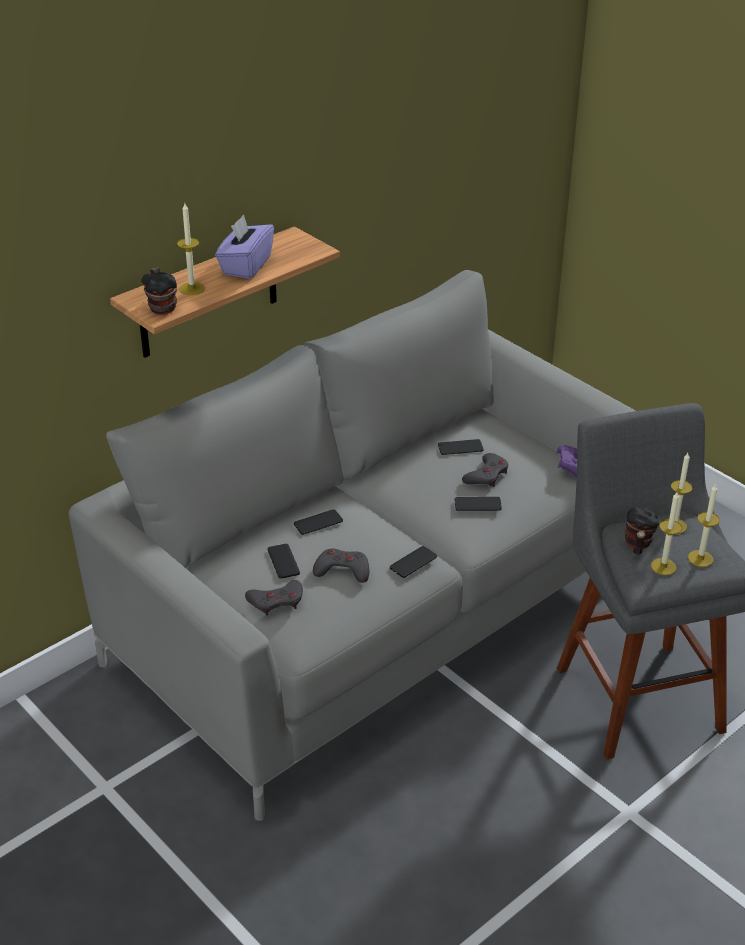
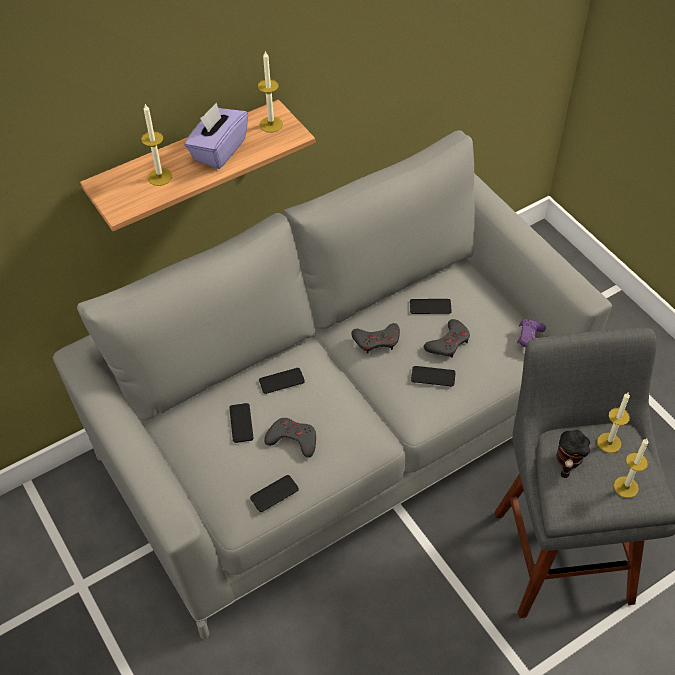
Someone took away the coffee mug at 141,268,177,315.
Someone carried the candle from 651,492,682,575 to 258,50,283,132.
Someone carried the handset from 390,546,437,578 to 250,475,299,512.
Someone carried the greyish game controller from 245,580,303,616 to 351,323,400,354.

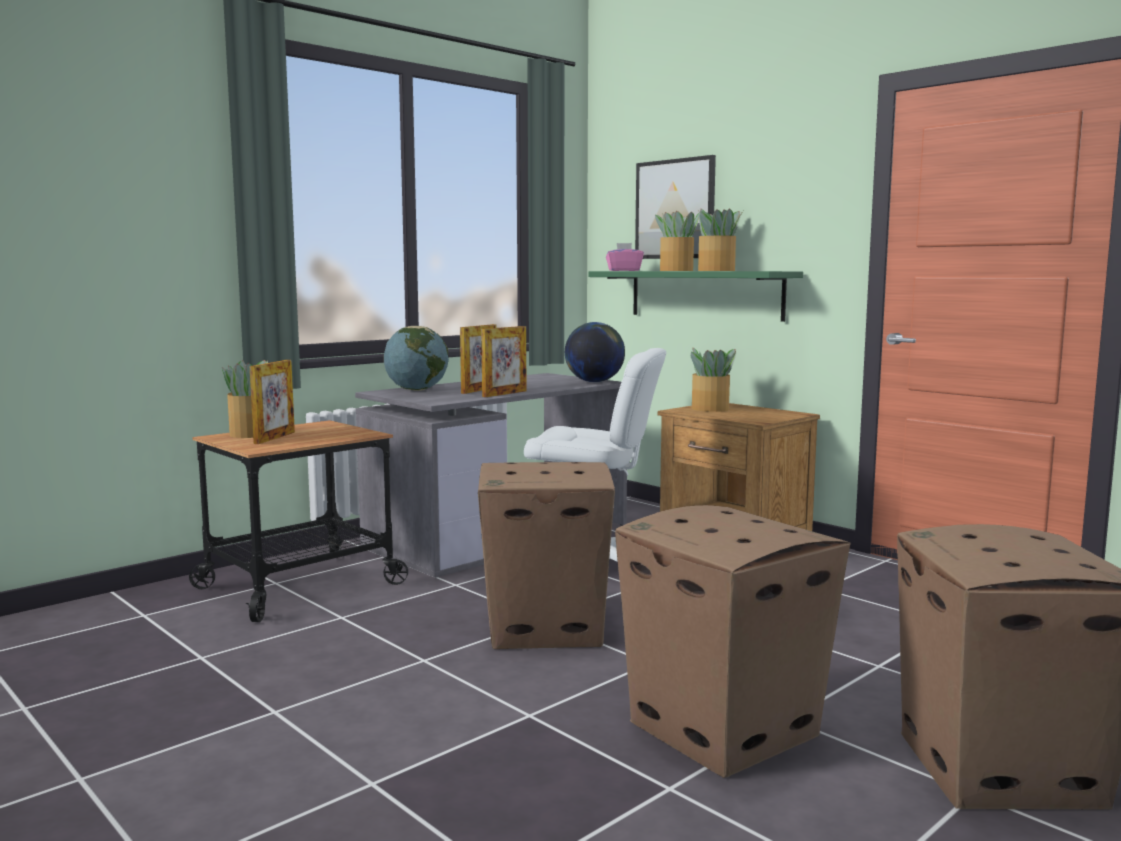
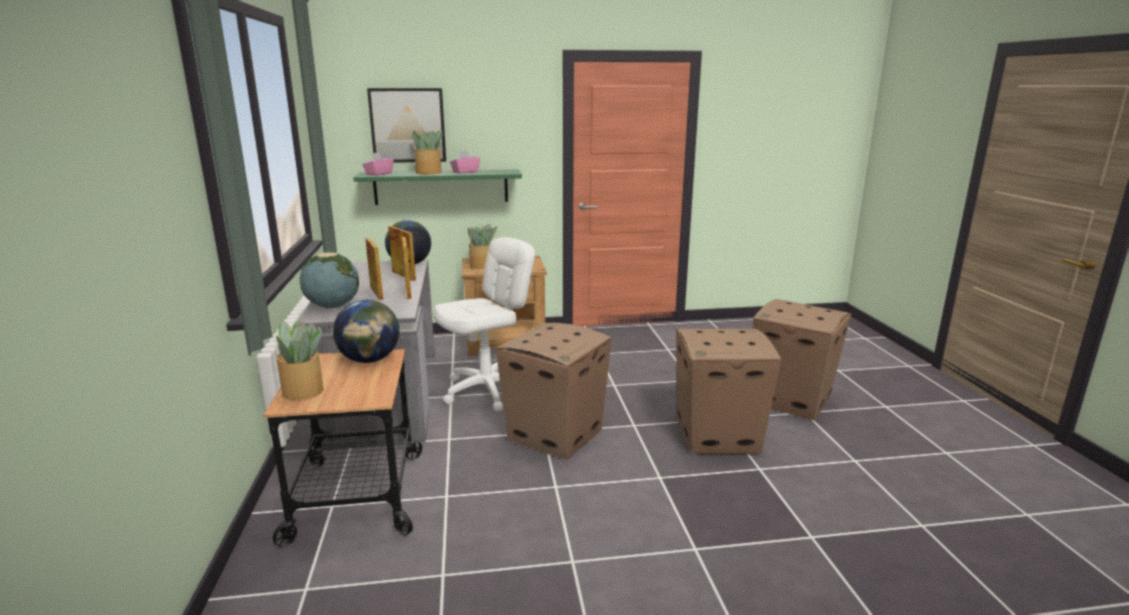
Someone swapped the houseplant at 698,208,743,271 for the pink box of tissues at 450,151,480,174.
Someone carried the picture frame from 249,360,295,444 to 388,226,416,281.
Someone put down the globe at 333,300,399,363.

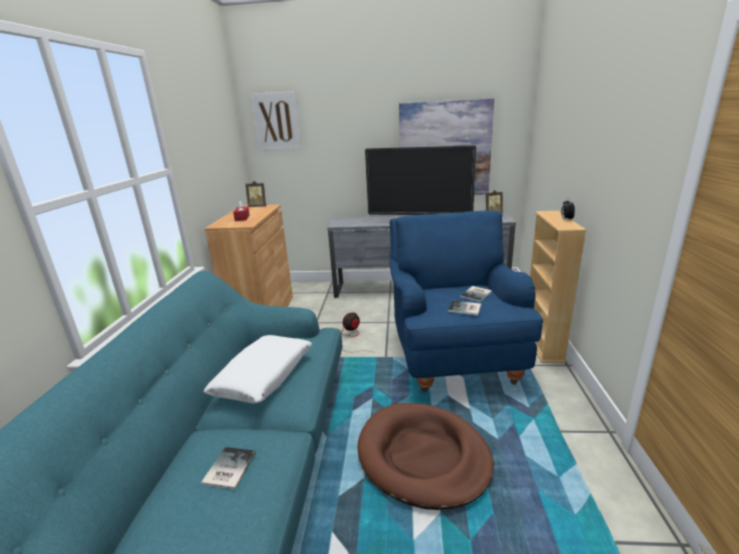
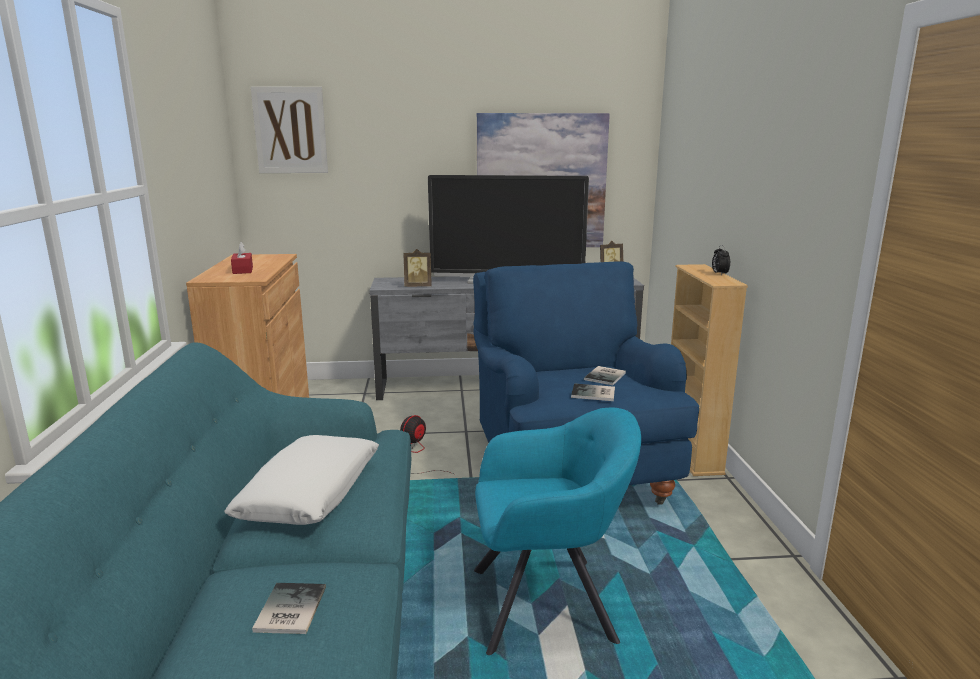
Someone carried the picture frame from 246,181,267,207 to 404,249,432,287.
Someone swapped the brown-coloured dog cushion at 357,403,494,510 for the turquoise easy chair at 474,408,641,655.

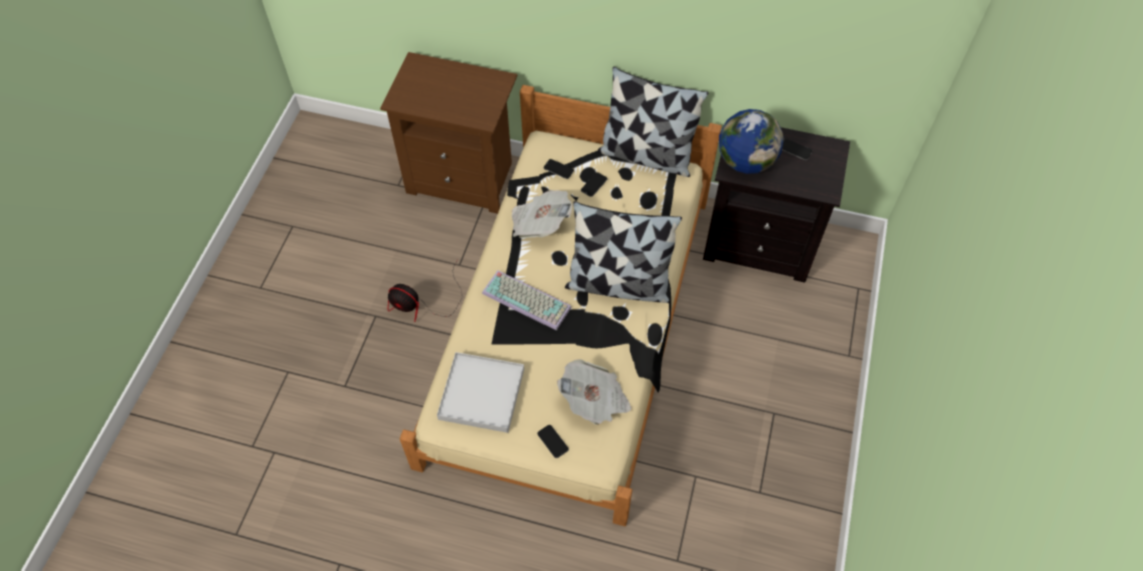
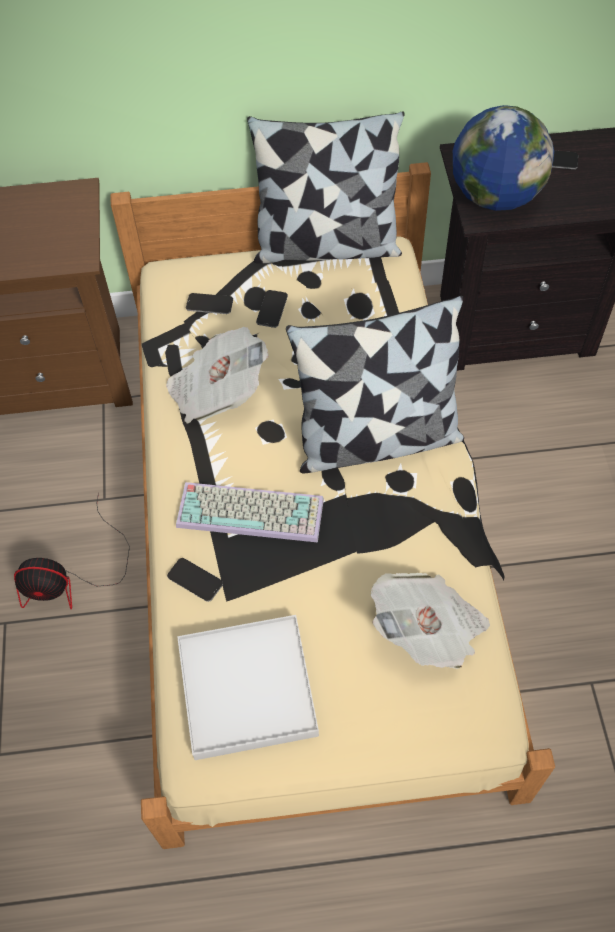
Someone carried the handset from 537,425,569,458 to 167,558,223,602.

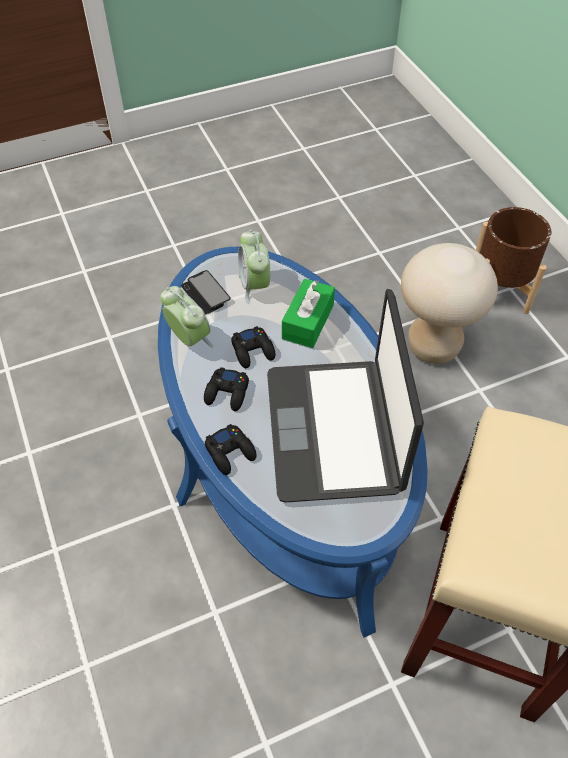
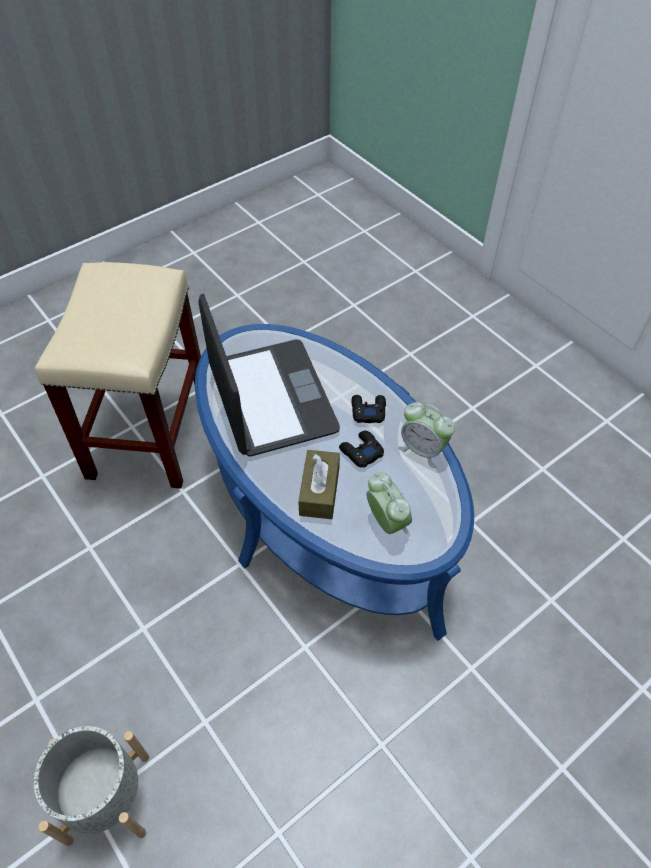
Someone repainted the brown-coloured flower pot at 476,207,551,314, which became the greyish flower pot at 34,726,149,846.
Someone took away the beige-coloured stool seat at 401,243,498,364.
Someone took away the handset at 181,270,231,314.
Someone repainted the greenish box of tissues at 282,279,335,348, which became the brown-coloured box of tissues at 298,450,340,519.
Someone took away the black-coloured game controller at 205,424,257,475.

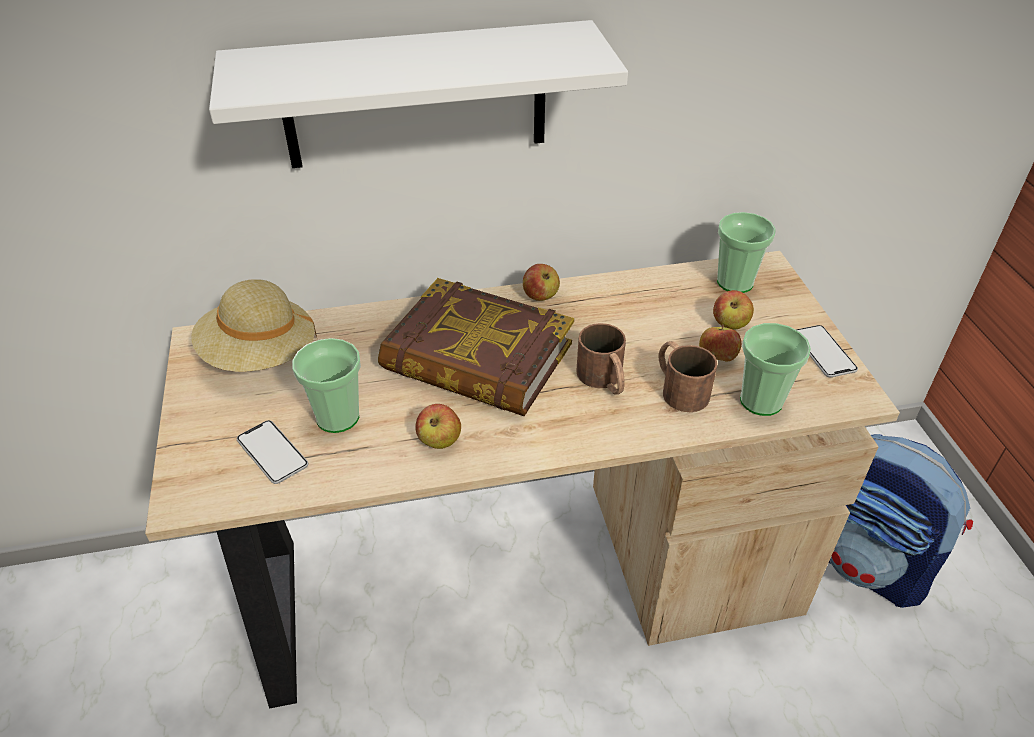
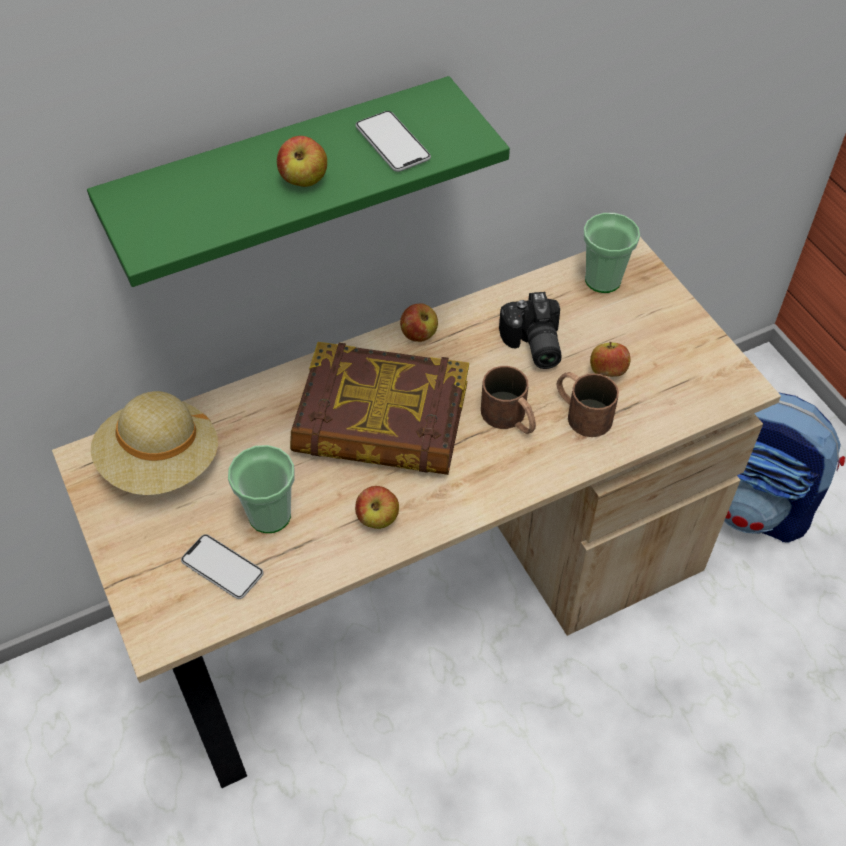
Someone repainted the white-coloured wall shelf at 209,20,628,168, which became the greenish wall shelf at 87,76,510,287.
Someone carried the whole apple from 713,290,754,329 to 277,136,327,187.
Someone took away the cup at 740,323,811,416.
Someone carried the handset from 796,325,858,377 to 355,111,431,172.
Someone put down the still camera at 499,292,562,369.

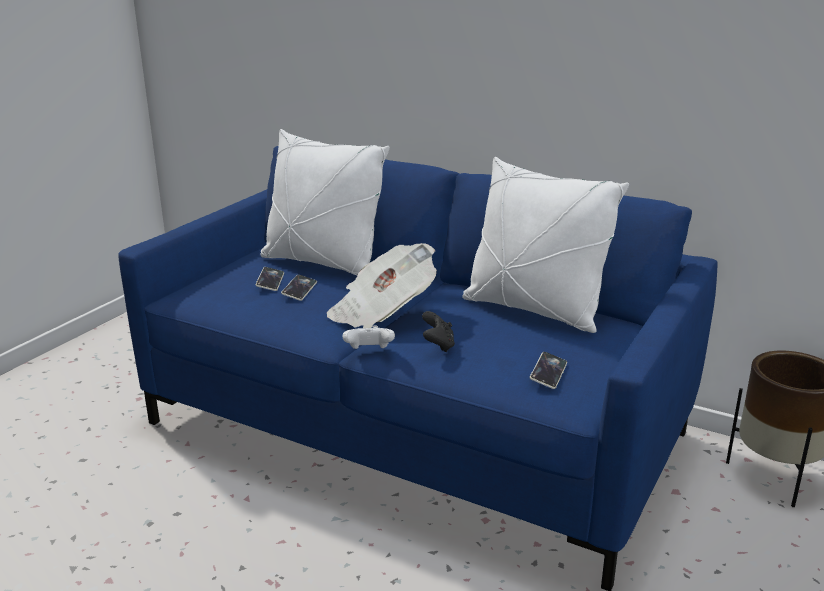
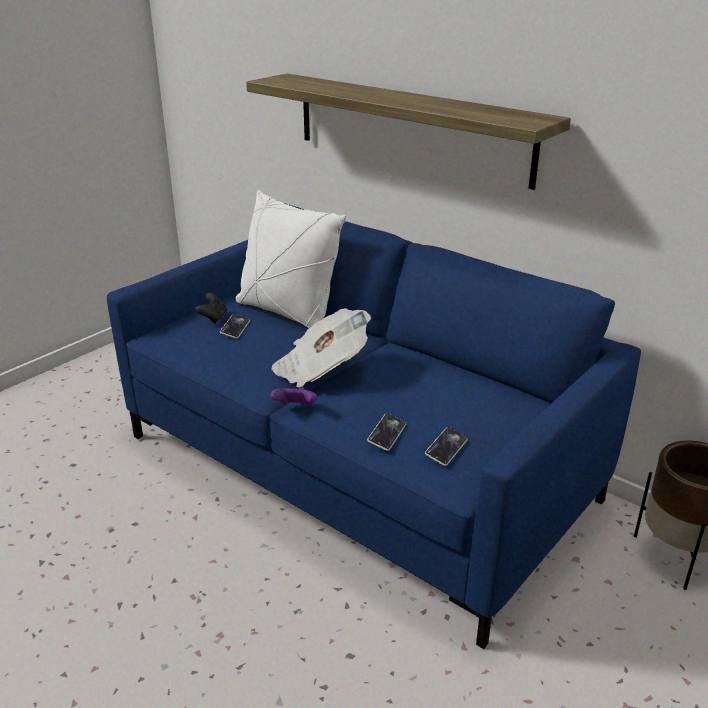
Someone took away the white-coloured cushion at 462,157,629,333.
Someone carried the handset from 281,274,317,301 to 367,413,406,451.
Someone carried the black-coloured game controller from 422,311,455,352 to 195,293,227,323.
Someone repainted the white-coloured game controller at 343,325,395,349, which became the purple-coloured game controller at 270,386,317,407.
Someone put up the wall shelf at 246,74,571,190.

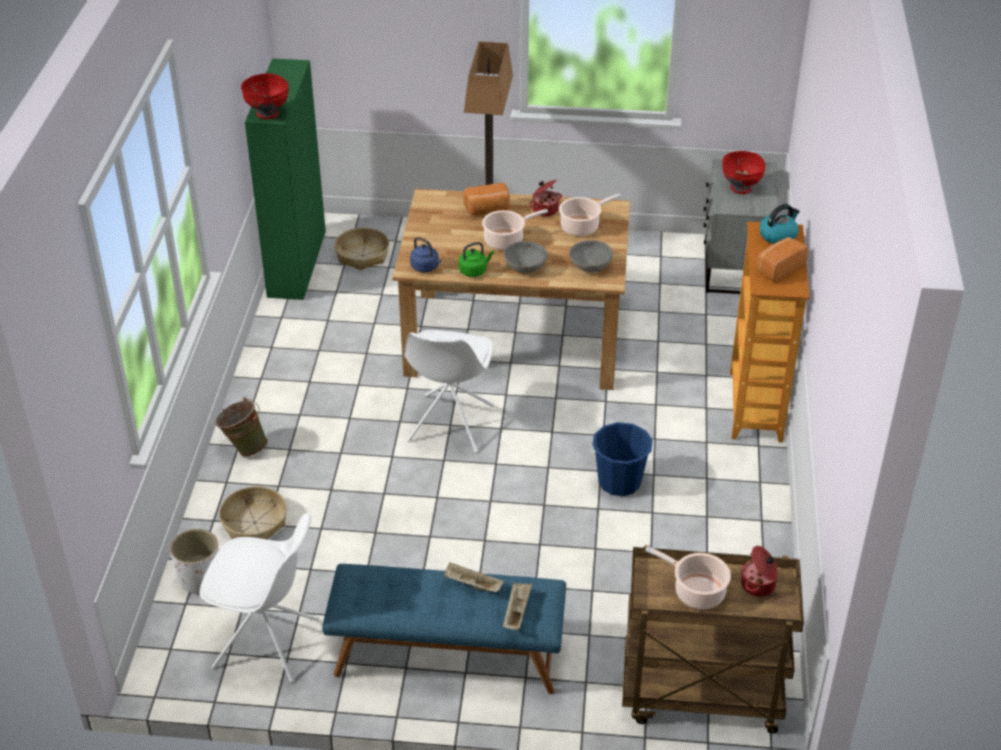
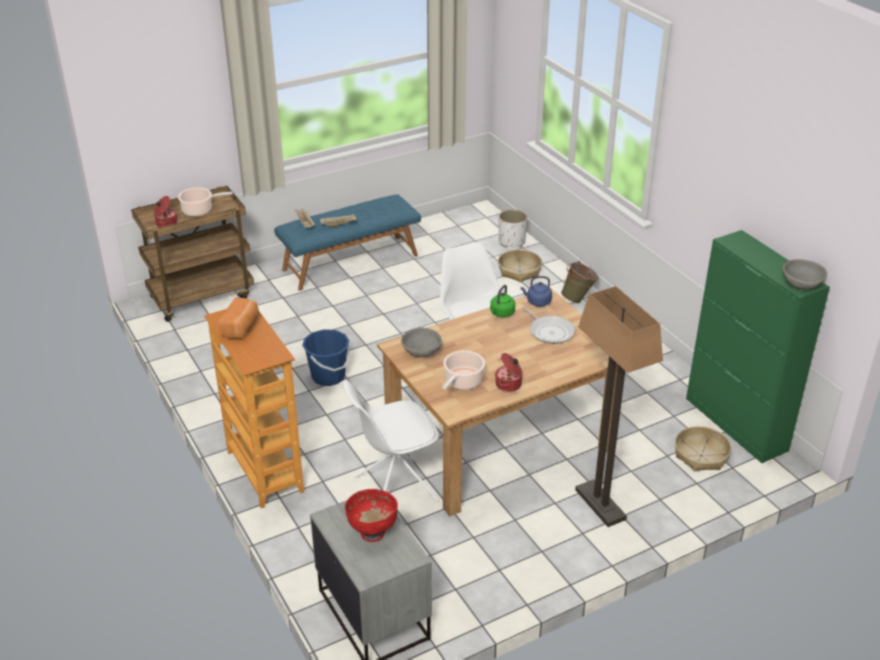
Someone took away the red deep dish at 241,73,289,119.
Someone took away the bakery bread at 463,183,510,216.
Someone took away the water kettle at 759,204,800,244.
Someone took away the cooking pot at 482,209,548,250.
Someone carried the greyish deep dish from 504,241,548,273 to 783,259,827,290.
Someone carried the white-coloured chair from 200,513,319,683 to 343,380,440,502.
Someone put down the skillet at 523,307,575,344.

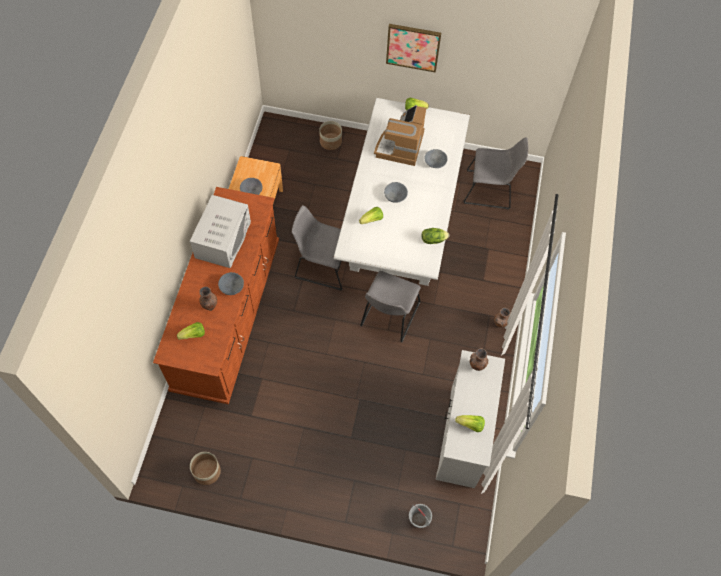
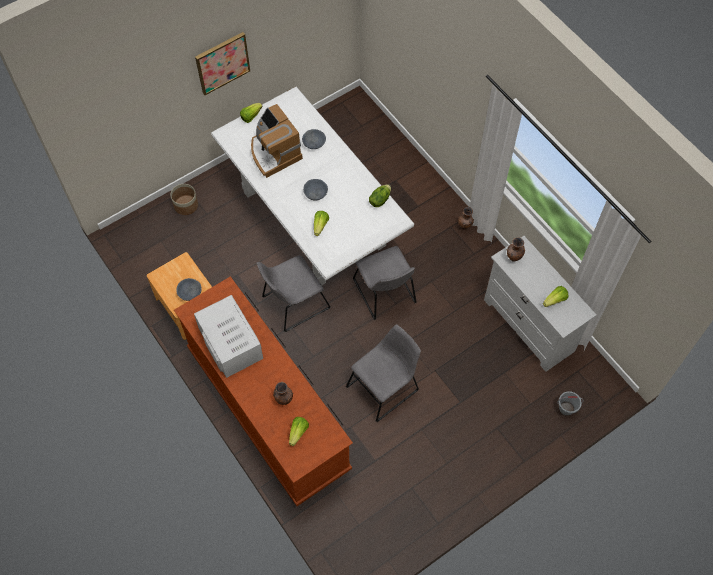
Someone carried the greyish chair from 463,137,528,210 to 346,325,421,422.
Someone took away the greyish deep dish at 218,272,244,295.
Someone took away the flower pot at 190,452,221,485.

